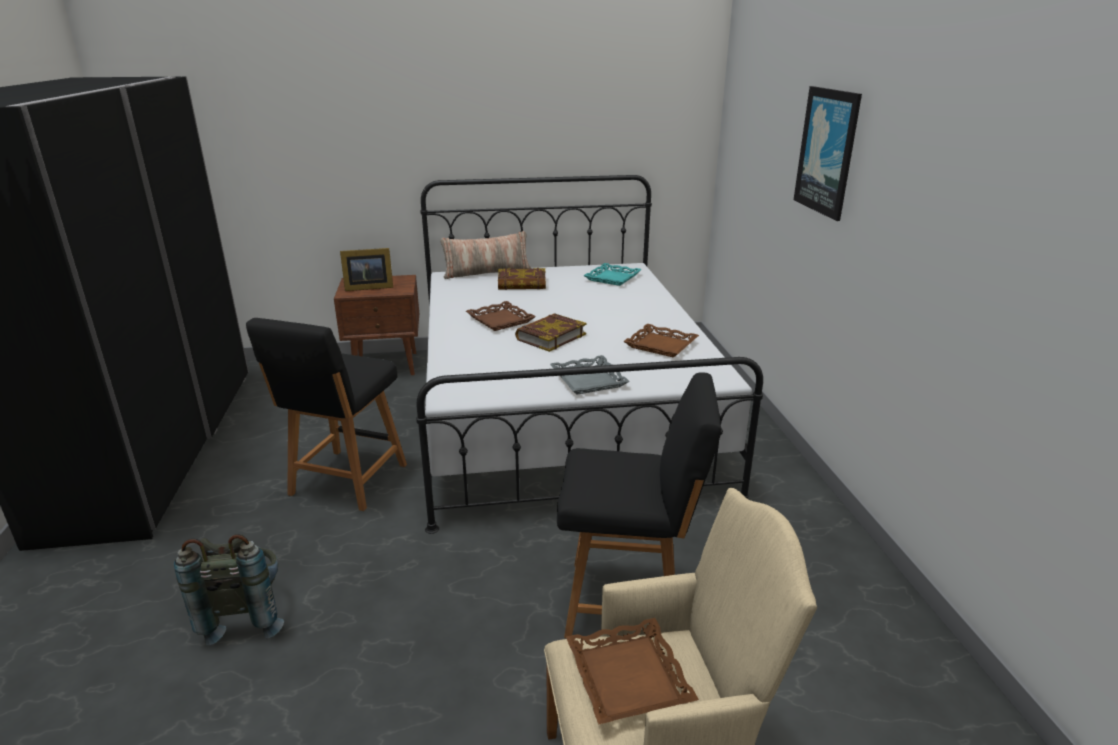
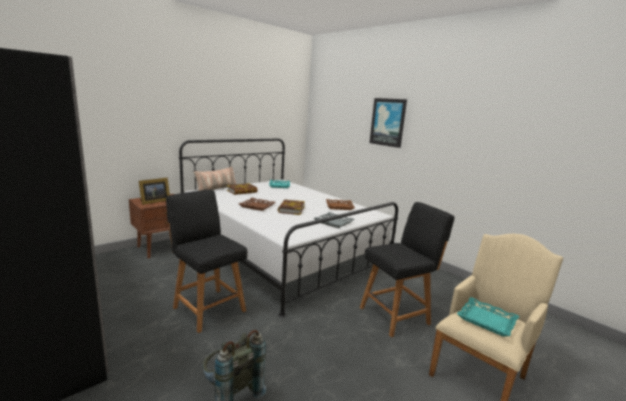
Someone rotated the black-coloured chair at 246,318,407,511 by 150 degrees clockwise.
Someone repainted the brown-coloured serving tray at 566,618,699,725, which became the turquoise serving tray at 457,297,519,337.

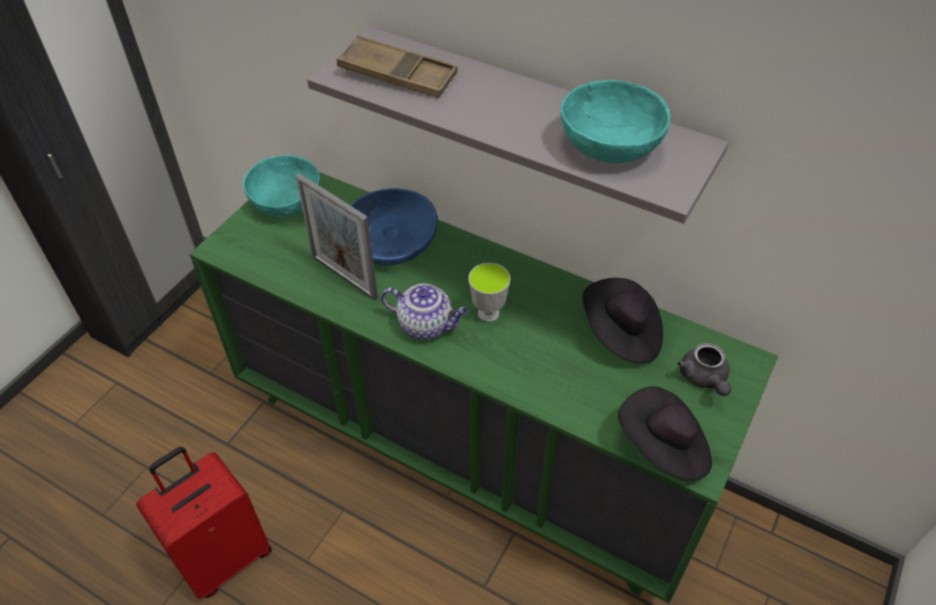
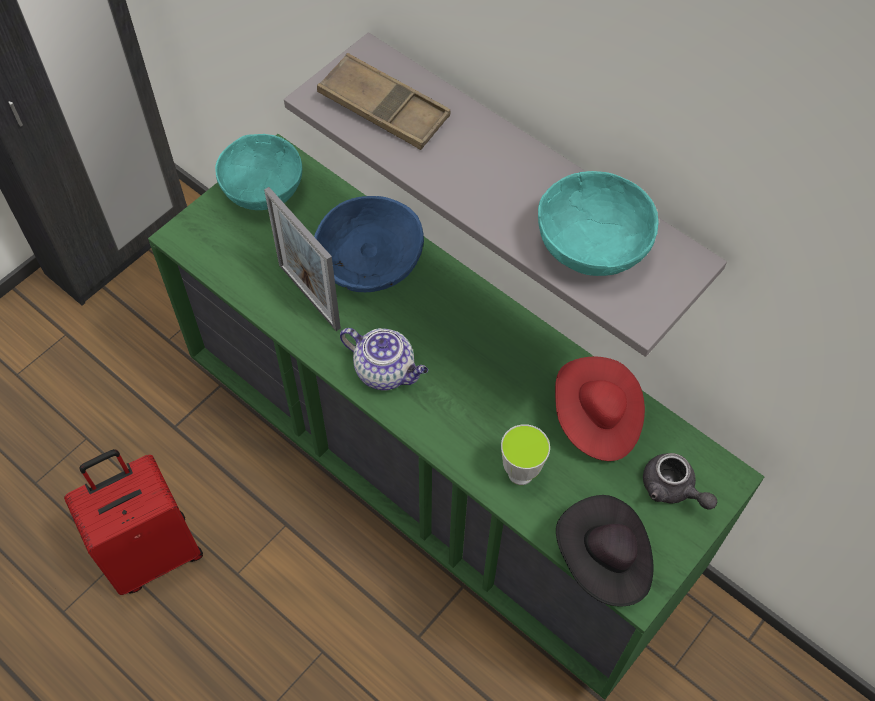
Someone carried the cup from 468,263,511,322 to 501,424,550,485.
Someone repainted the black-coloured wearable hat at 583,278,663,364, which became the red wearable hat at 555,356,645,461.
Someone rotated the greyish tea pot at 677,343,731,396 by 45 degrees counterclockwise.

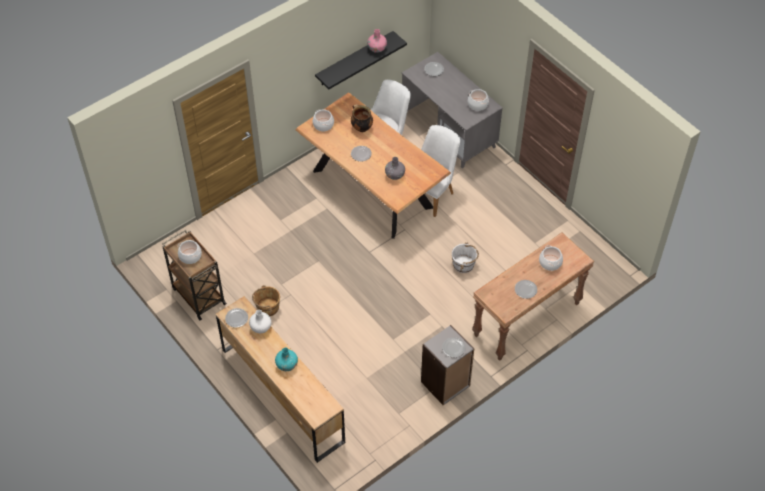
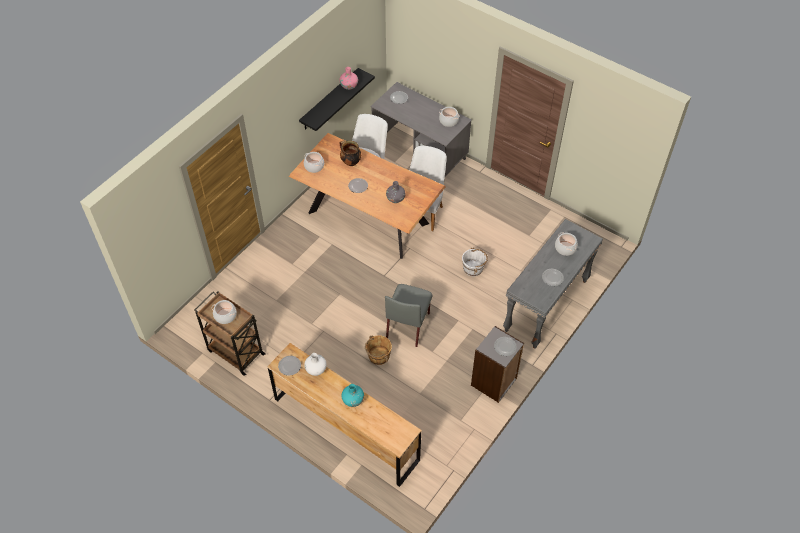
Someone repainted the brown-coloured narrow table at 472,233,594,361, which became the greyish narrow table at 503,219,603,349.
Someone carried the brown-coloured pail from 252,285,280,316 to 365,335,392,365.
Someone put down the greyish chair at 385,284,433,347.

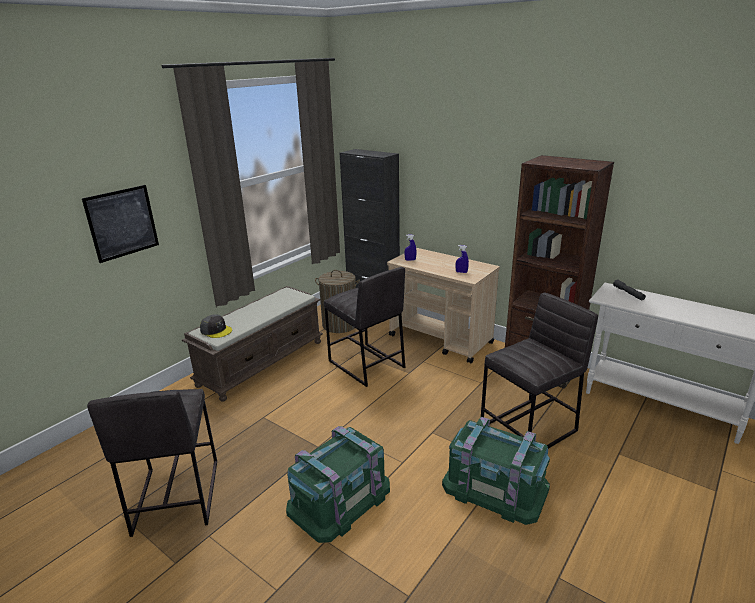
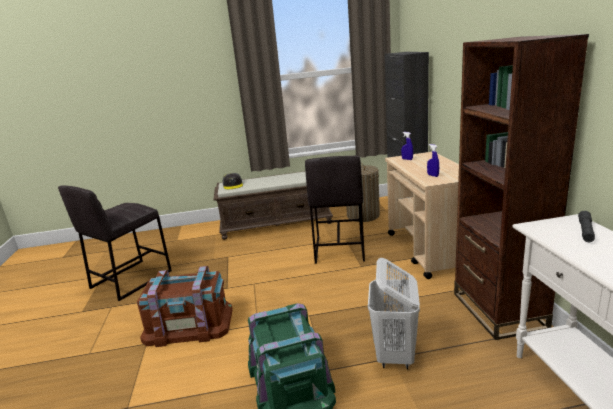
Someone took away the wall art at 82,185,159,263.
Someone swapped the greyish stool seat at 481,292,598,449 for the white-coloured laundry basket at 368,258,420,369.
Someone repainted the greenish storage bin at 286,426,390,543, which became the brown-coloured storage bin at 137,266,233,347.

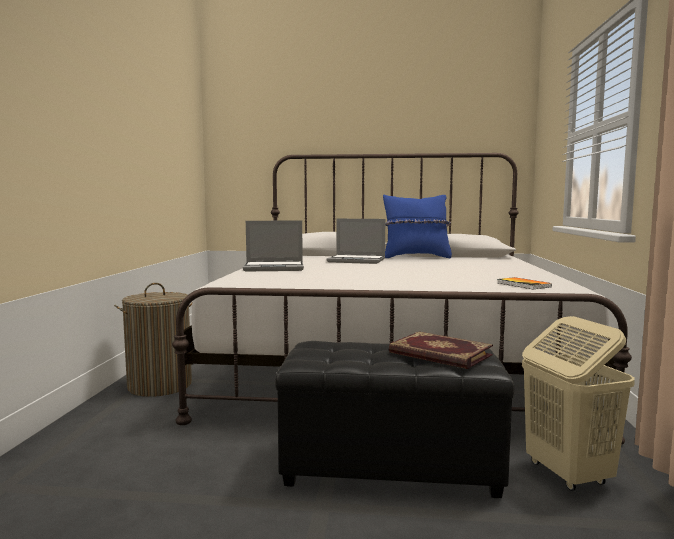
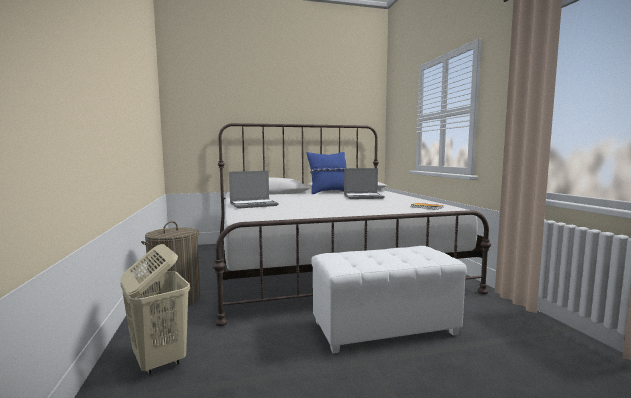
Someone carried the laptop from 327,219,385,264 to 344,168,385,199.
Someone carried the beige-coloured laundry basket from 522,316,635,491 to 120,244,190,375.
Someone took away the volume at 389,332,493,369.
Someone repainted the black-coloured footrest at 275,341,514,498, which became the white-coloured footrest at 311,246,467,353.

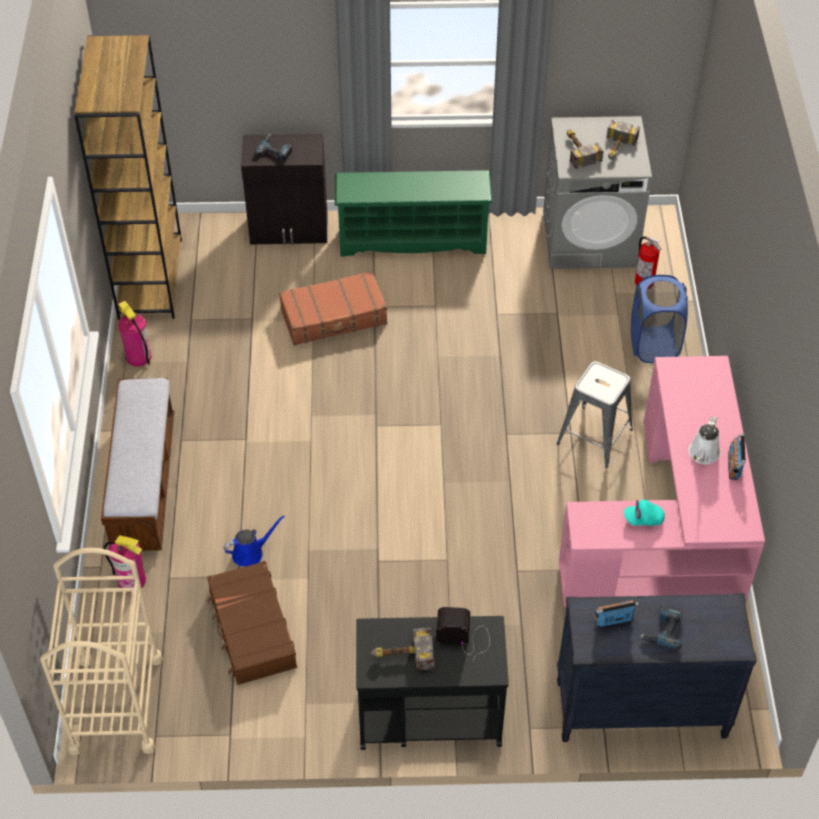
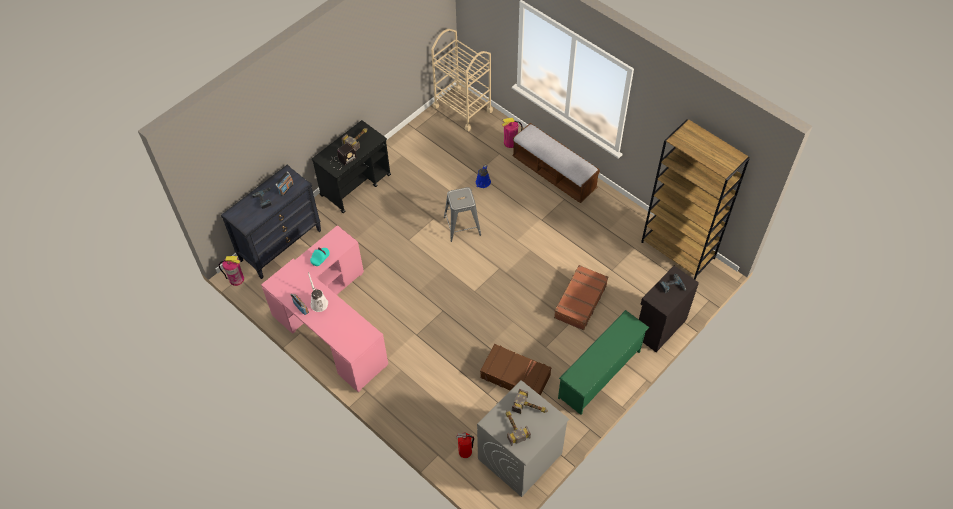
Someone took away the bluish laundry basket at 631,275,688,363.
Someone carried the extinguisher from 118,301,152,366 to 219,256,244,286.
Someone carried the greyish stool seat from 557,361,633,468 to 444,187,481,242.
Someone carried the brown-coloured piece of luggage from 207,561,297,685 to 480,344,552,395.

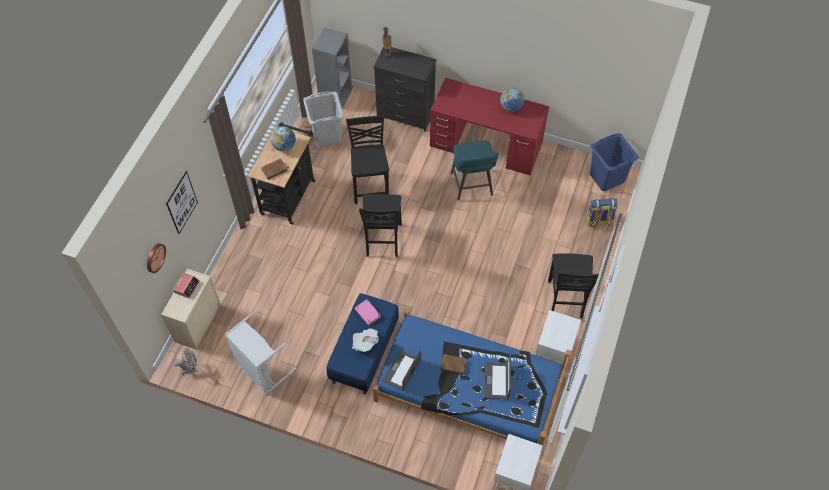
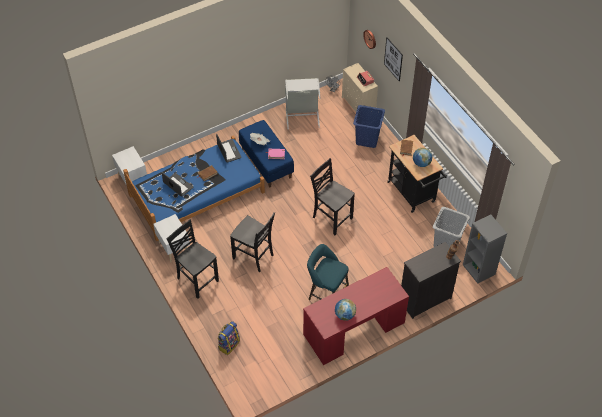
Someone carried the black-coloured chair from 346,115,389,204 to 230,212,275,272.
Someone carried the bluish laundry basket from 590,133,639,191 to 353,105,385,148.

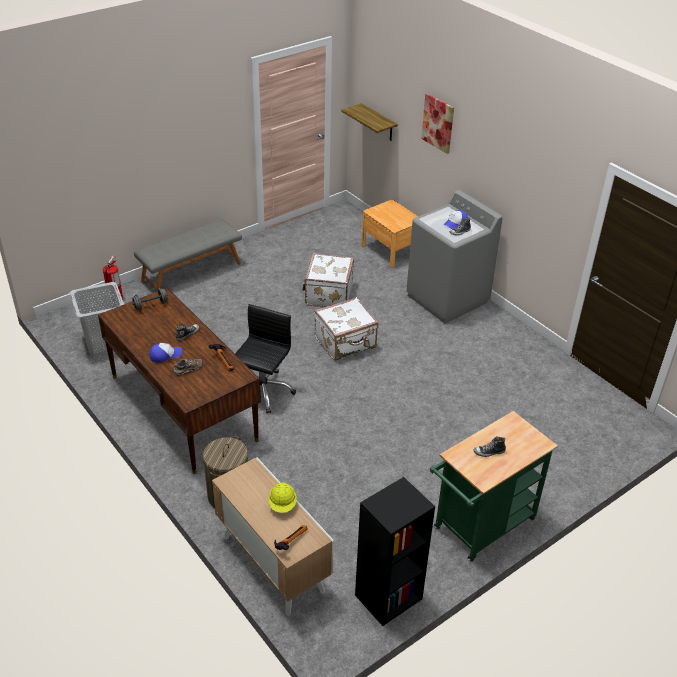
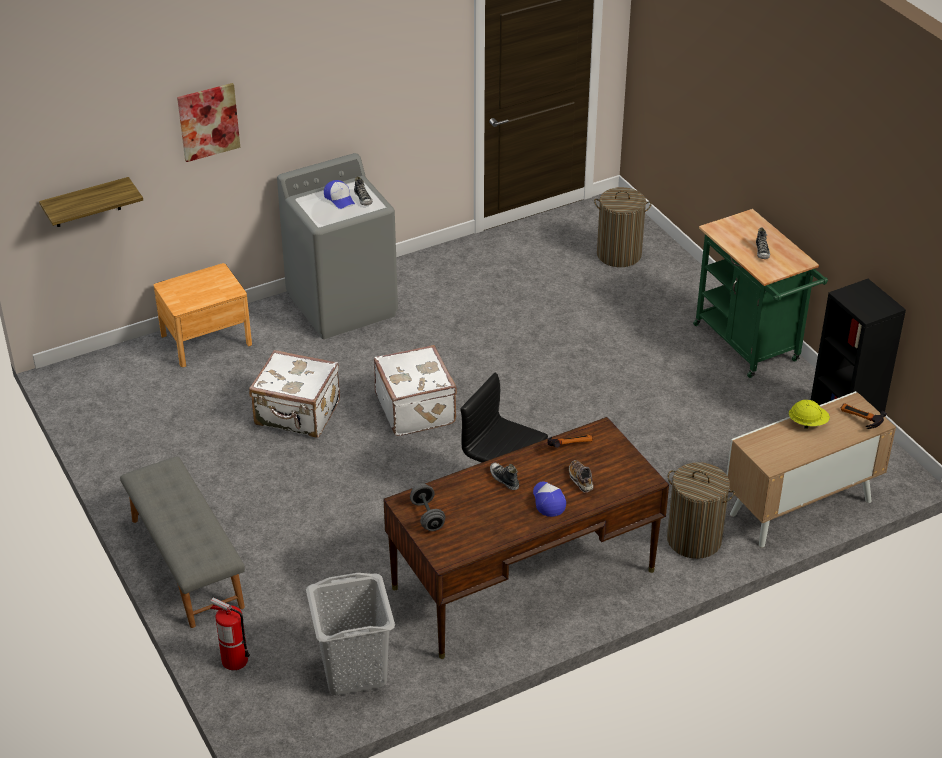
Someone put down the laundry basket at 594,187,652,267.

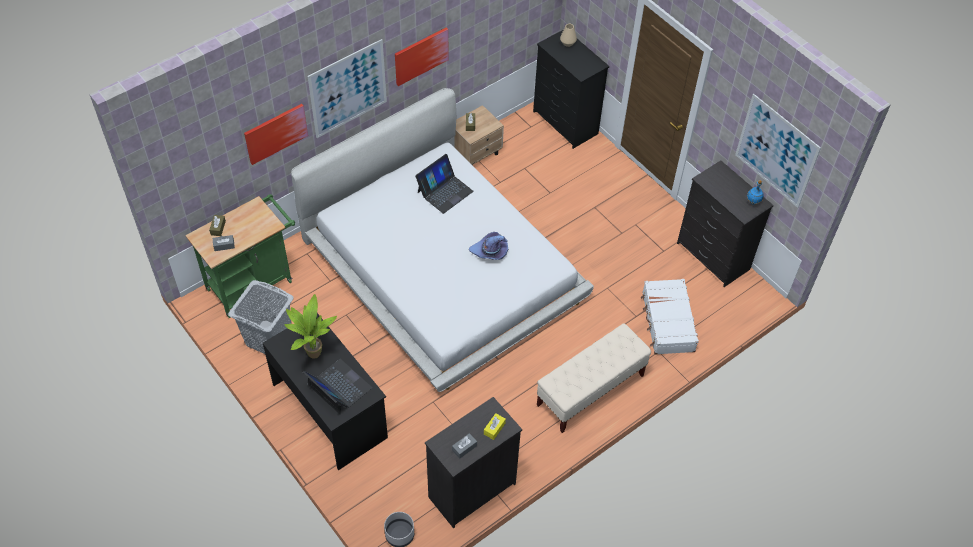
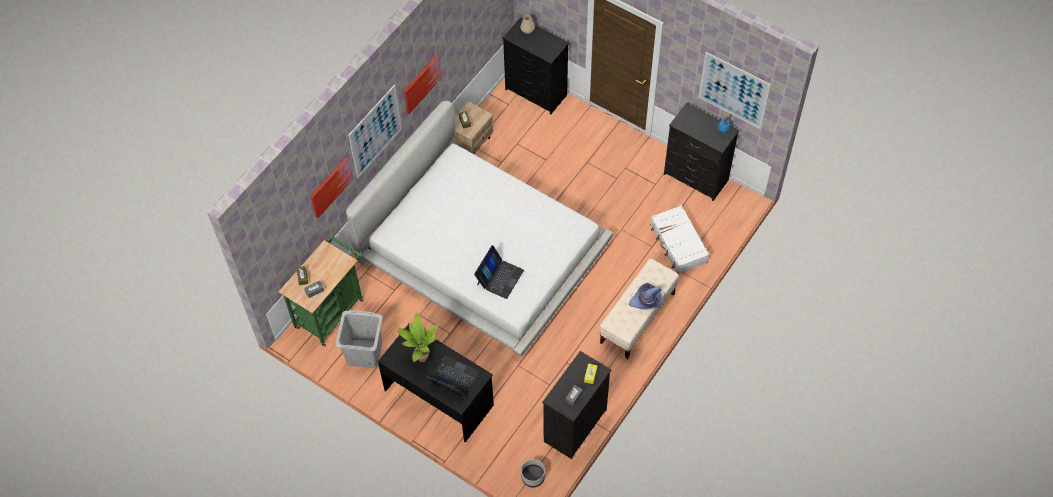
Someone carried the laptop from 415,154,473,214 to 474,245,524,299.
Someone carried the purple-coloured wearable hat from 469,232,508,260 to 629,283,663,310.

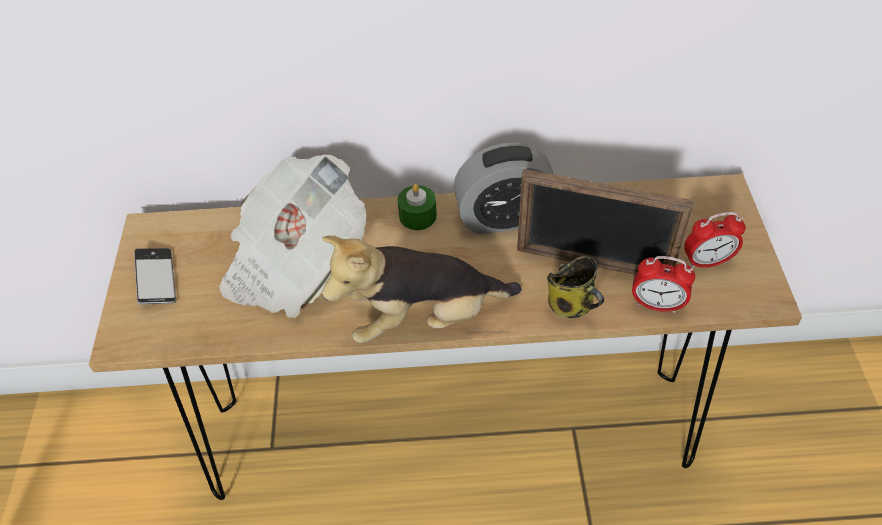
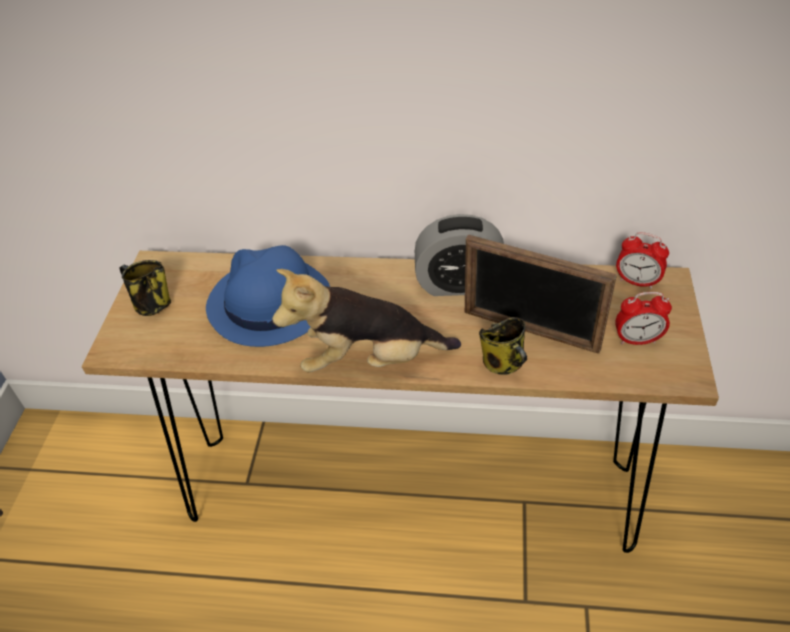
Someone swapped the printed paper at 219,155,366,318 for the bluish wearable hat at 206,245,330,347.
Someone took away the greenish candle at 397,184,437,230.
Someone swapped the handset at 134,248,176,305 for the coffee mug at 119,260,171,316.
Someone carried the table clock from 632,256,695,313 to 616,232,669,289.

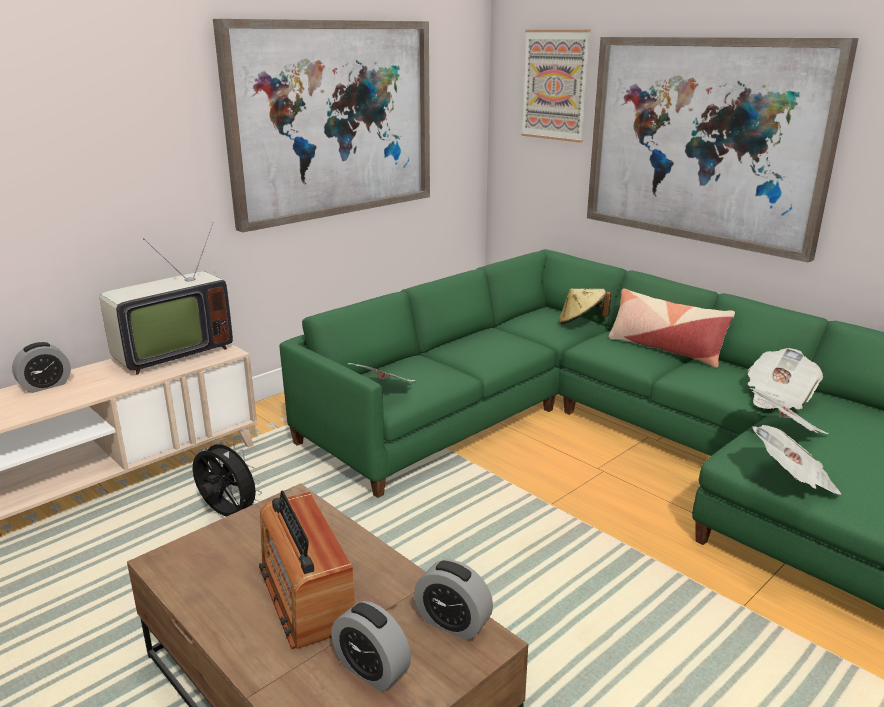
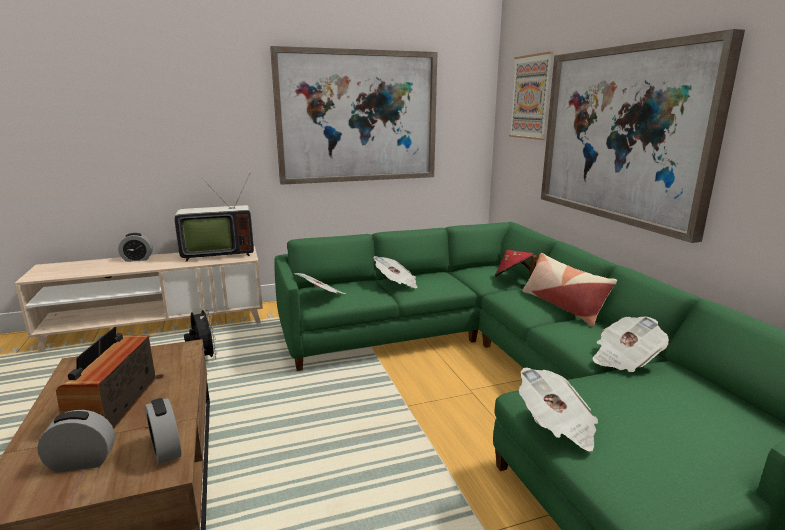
Someone repainted the beige-coloured wearable hat at 559,289,611,325, which became the red wearable hat at 495,250,538,277.
Someone carried the printed paper from 749,388,829,434 to 373,256,417,288.
Someone rotated the table clock at 331,601,411,691 by 105 degrees clockwise.

